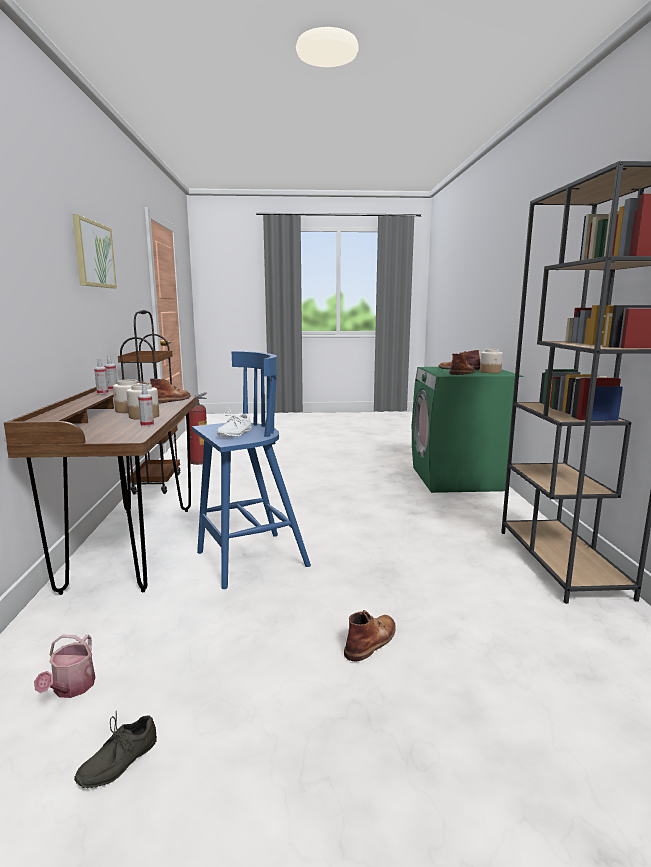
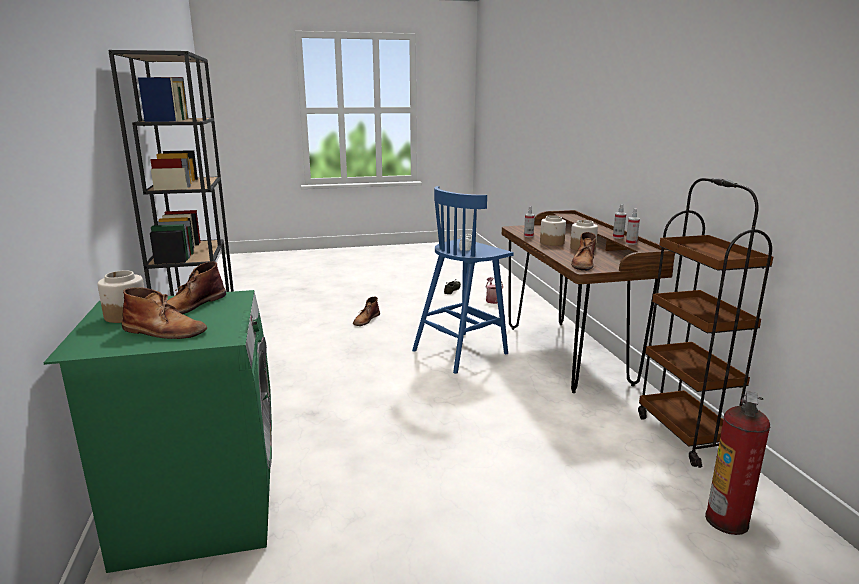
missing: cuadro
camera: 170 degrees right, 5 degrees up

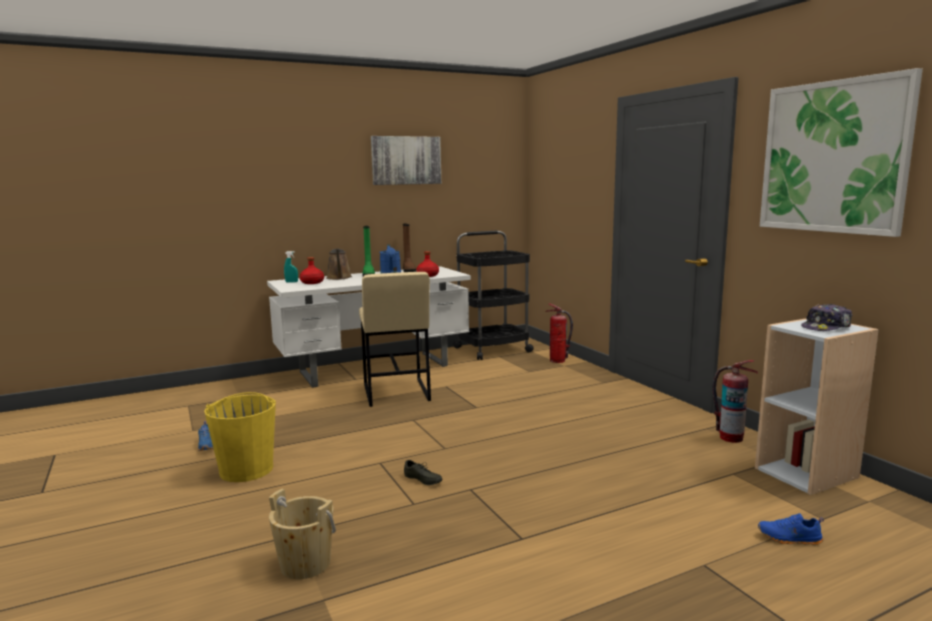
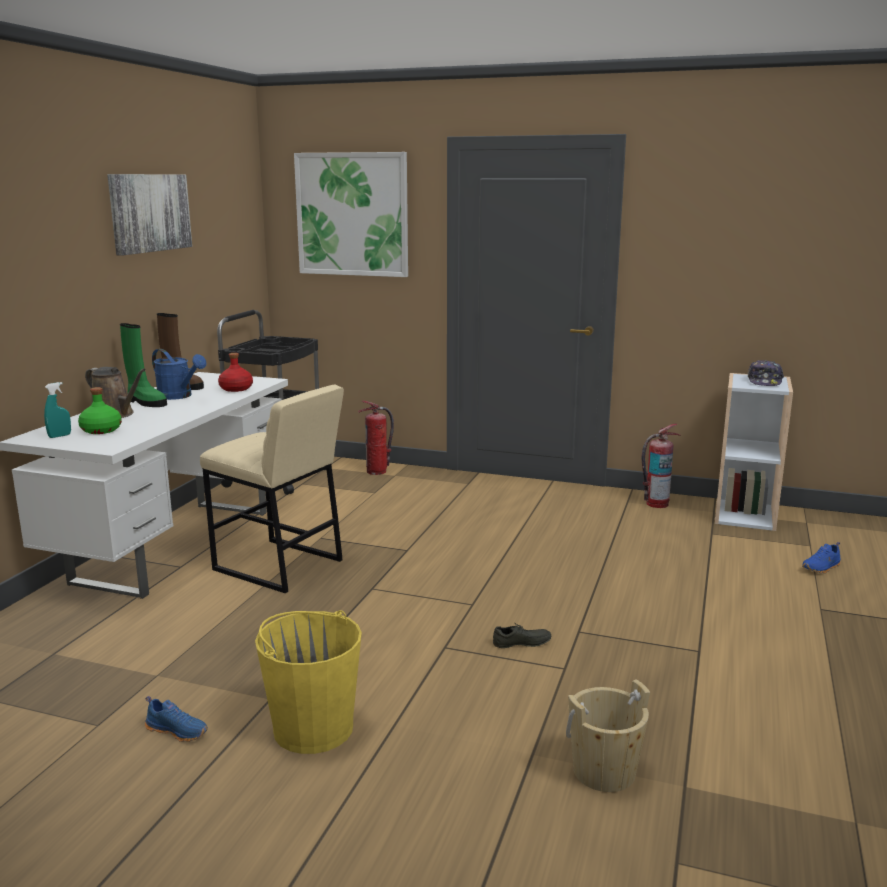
relocated: cuadro (no. 2 from left)
colour: botella [rojo] (no. 1 from left) to botella [verde]
camera: 45 degrees left, 5 degrees up

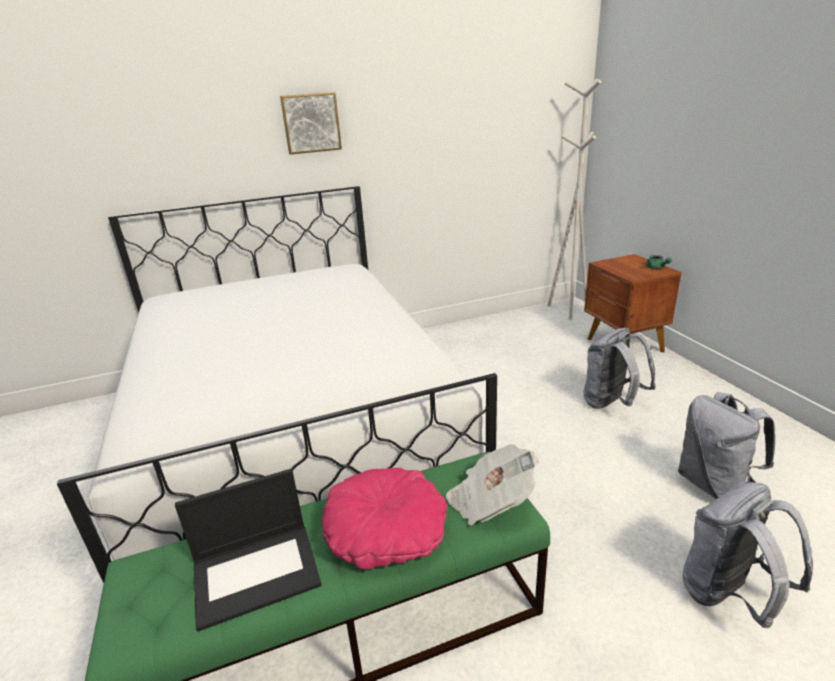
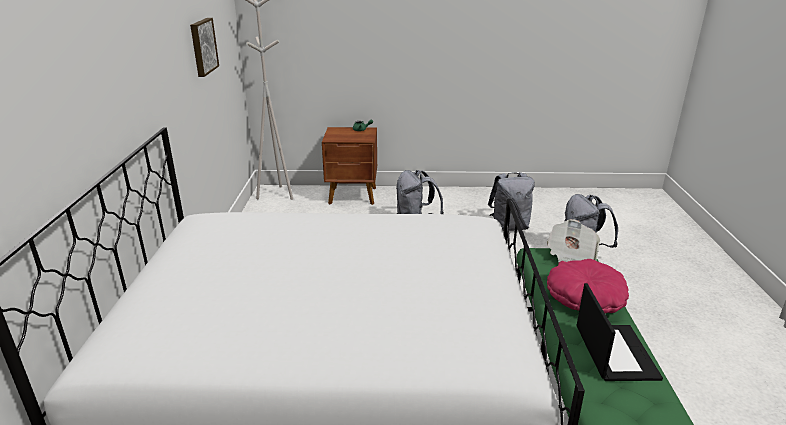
relocated: cuadro
camera: 70 degrees left, 0 degrees up

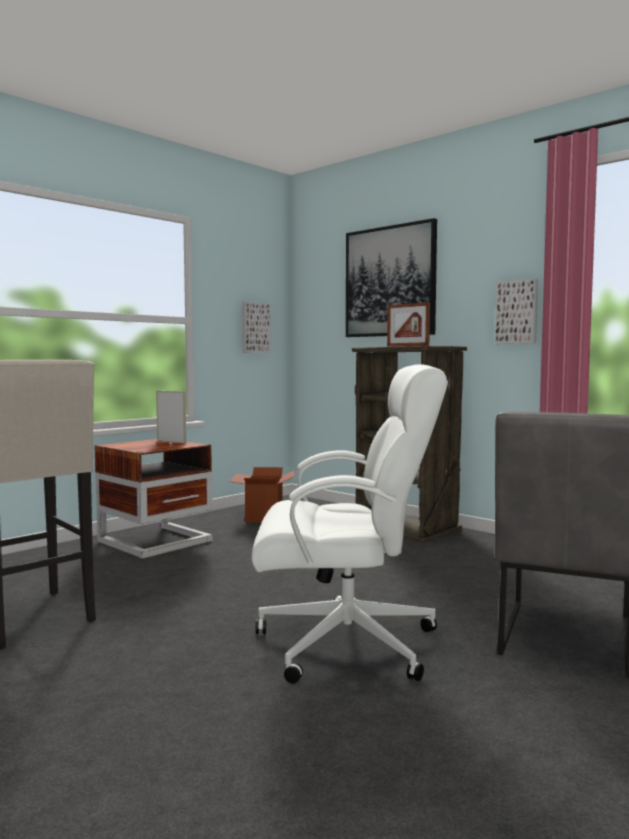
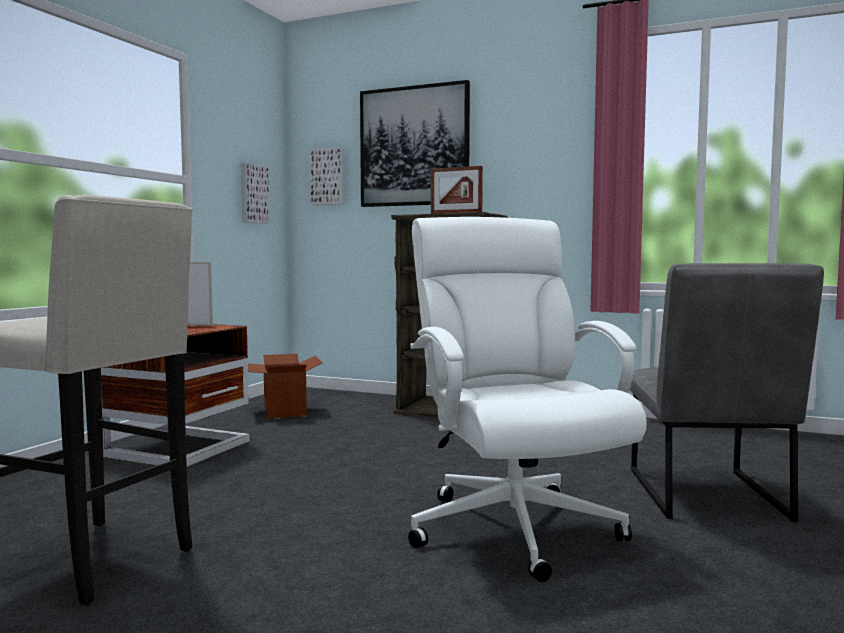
relocated: cuadro (no. 3 from left in the first image) to cuadro (no. 2 from left)
spun: silla de oficina [blanco] 90 degrees counterclockwise
camera: 20 degrees left, 0 degrees up

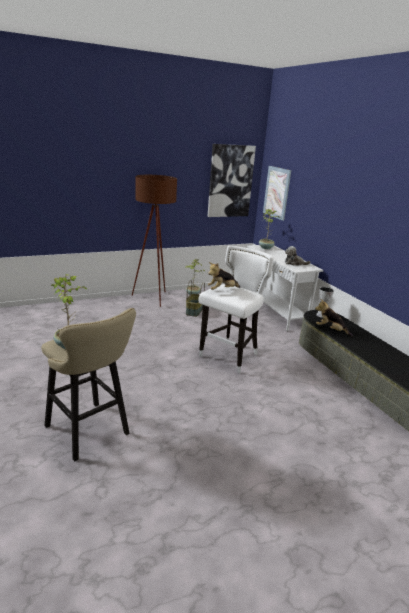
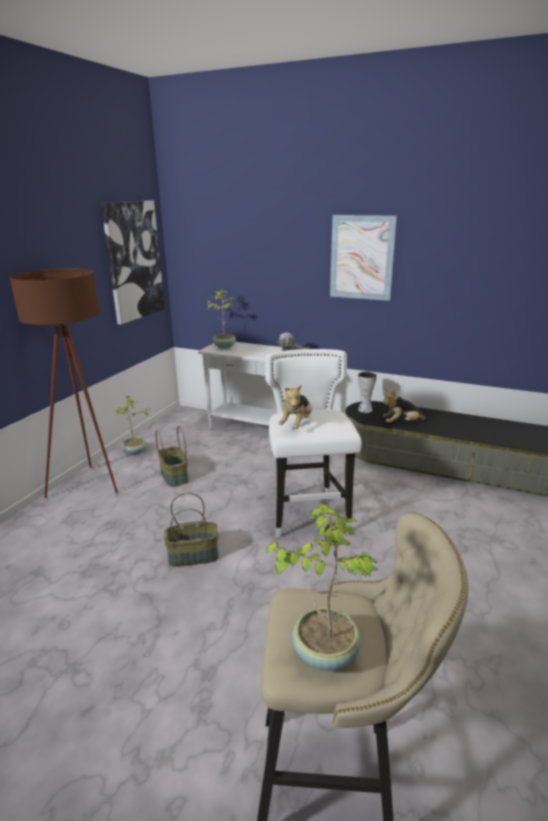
appeared: cesta (no. 2 from left)
relocated: cuadro (no. 2 from left)
camera: 40 degrees left, 0 degrees up

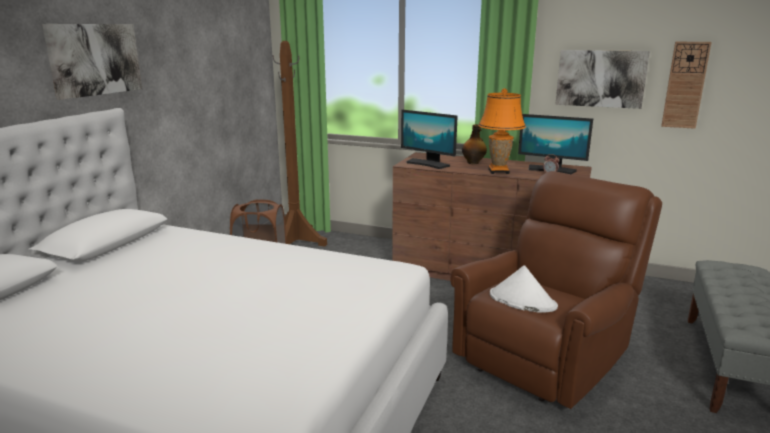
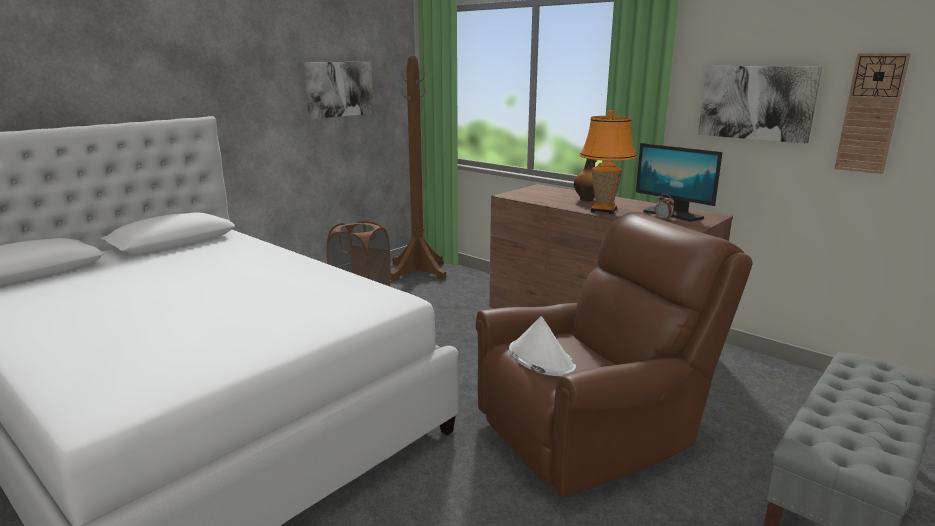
missing: monitor (no. 1 from left)
relocated: cuadro (no. 1 from left)
camera: 20 degrees right, 0 degrees up

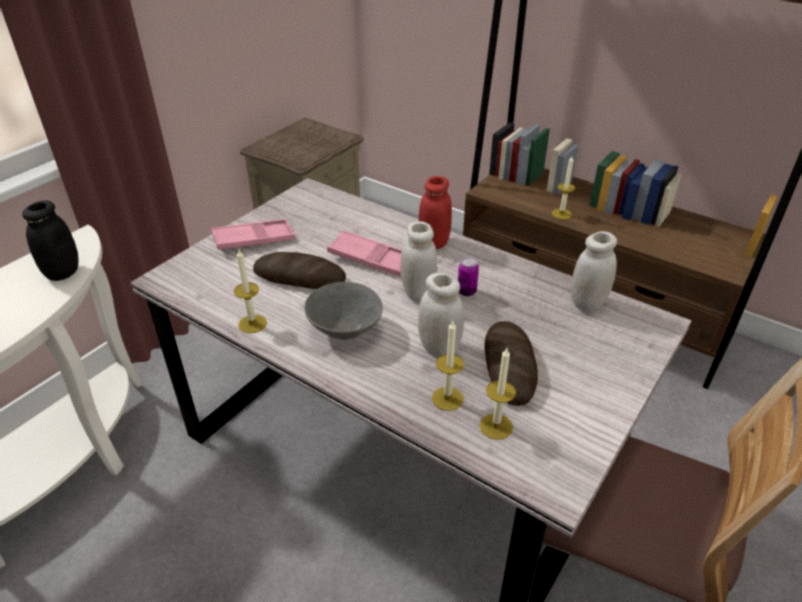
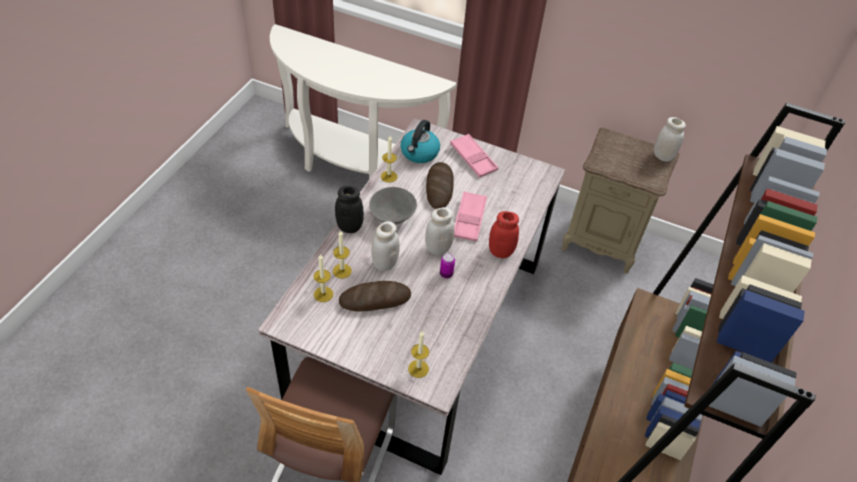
appeared: hervidor
relocated: tarro [negro]; vela (no. 4 from left); tarro [blanco] (no. 3 from left)
camera: 75 degrees right, 10 degrees up

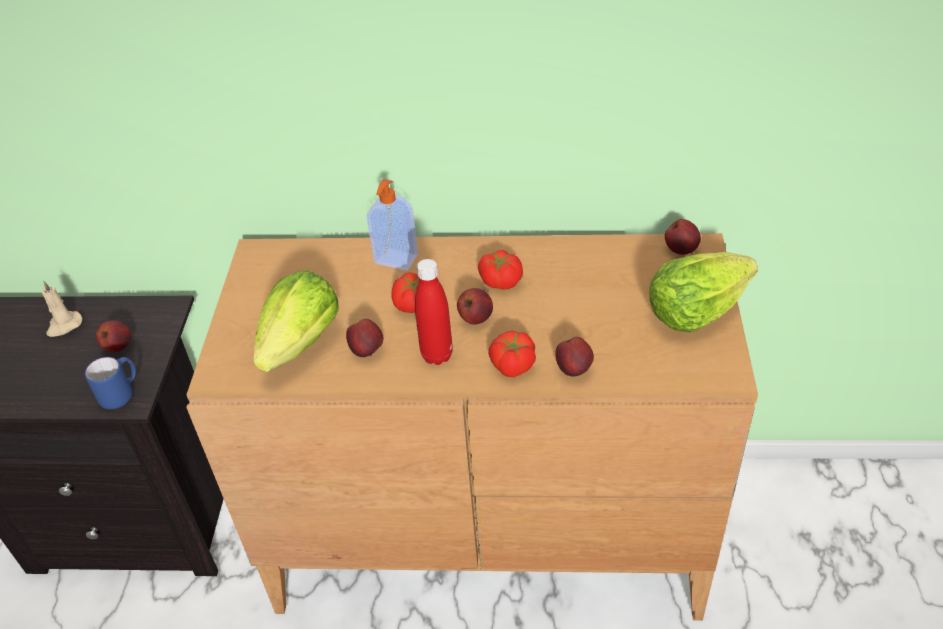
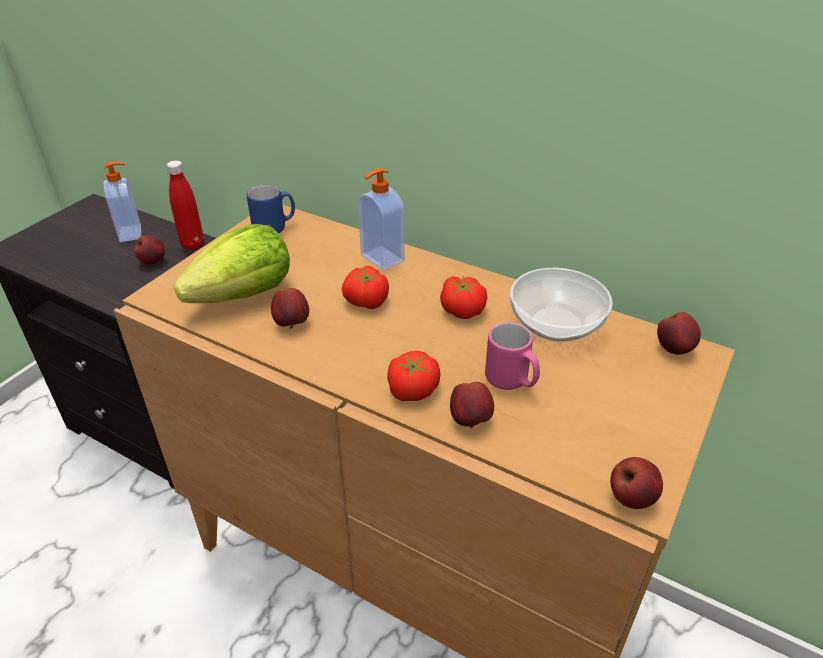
missing: lechuga (no. 2 from left)
appeared: taza grande [rosa]; cuenco
relocated: botella [rojo]; taza grande [azul]; manzana (no. 3 from left in the first image) to manzana (no. 4 from left)
exchanged: vela [beis] to dispensador de jabón (no. 1 from left)
camera: 25 degrees right, 5 degrees down

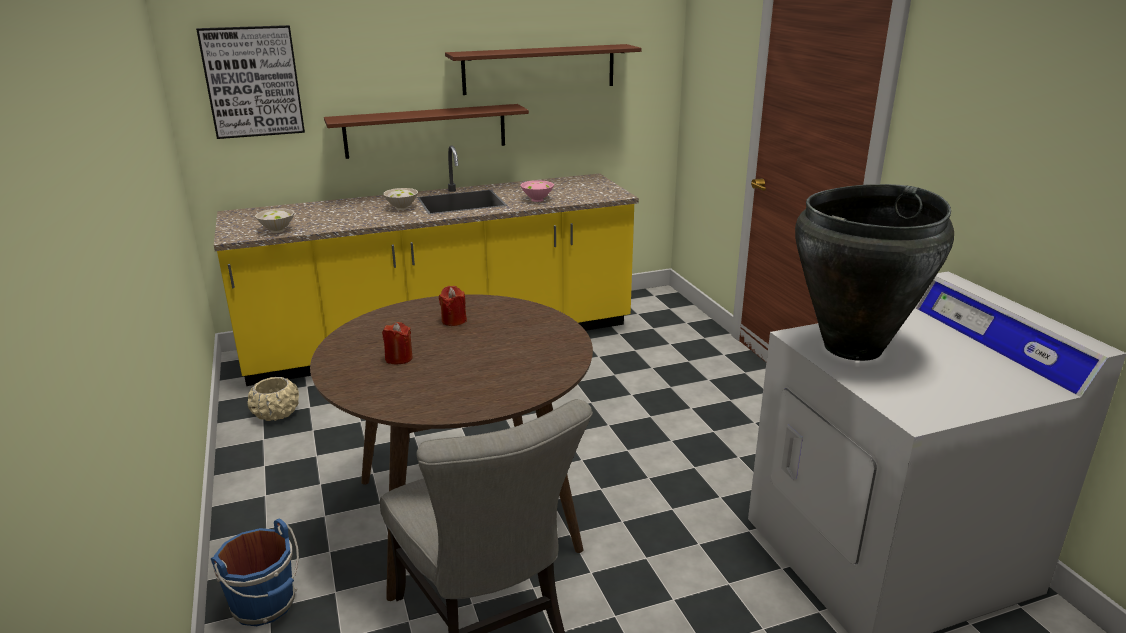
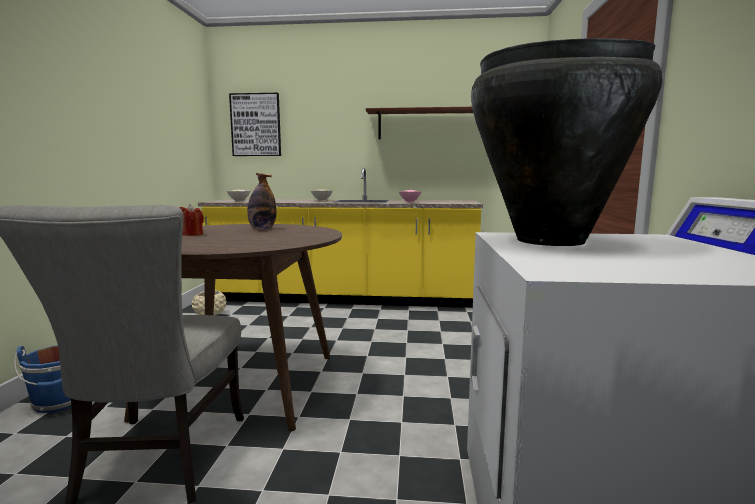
missing: estante [marrón] (no. 1 from left)
exchanged: vela [rojo] (no. 2 from left) to botella
camera: 25 degrees right, 15 degrees down

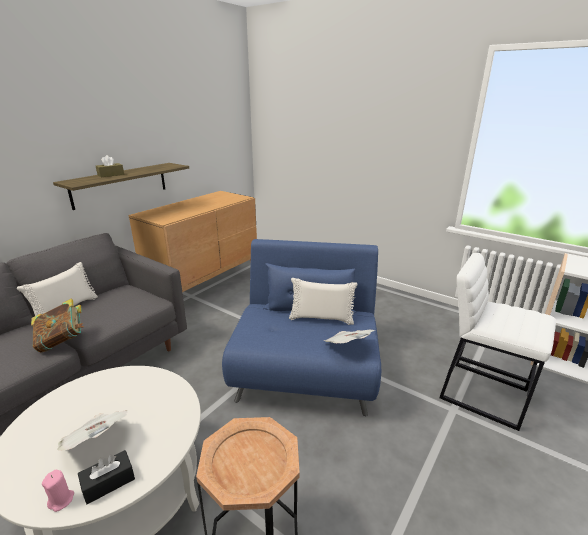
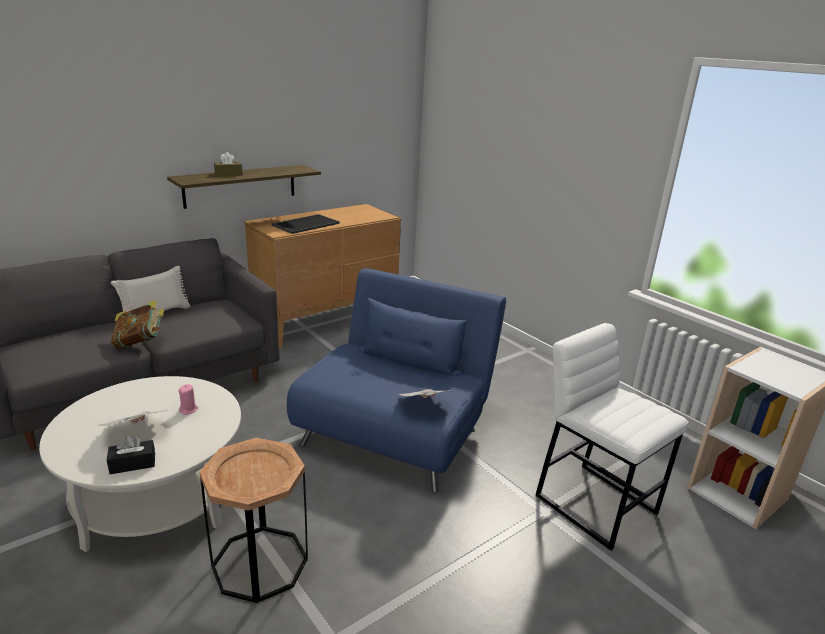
missing: cojín [blanco] (no. 2 from left)
appeared: bandeja
relocated: vela [rosa]
camera: 15 degrees right, 0 degrees up

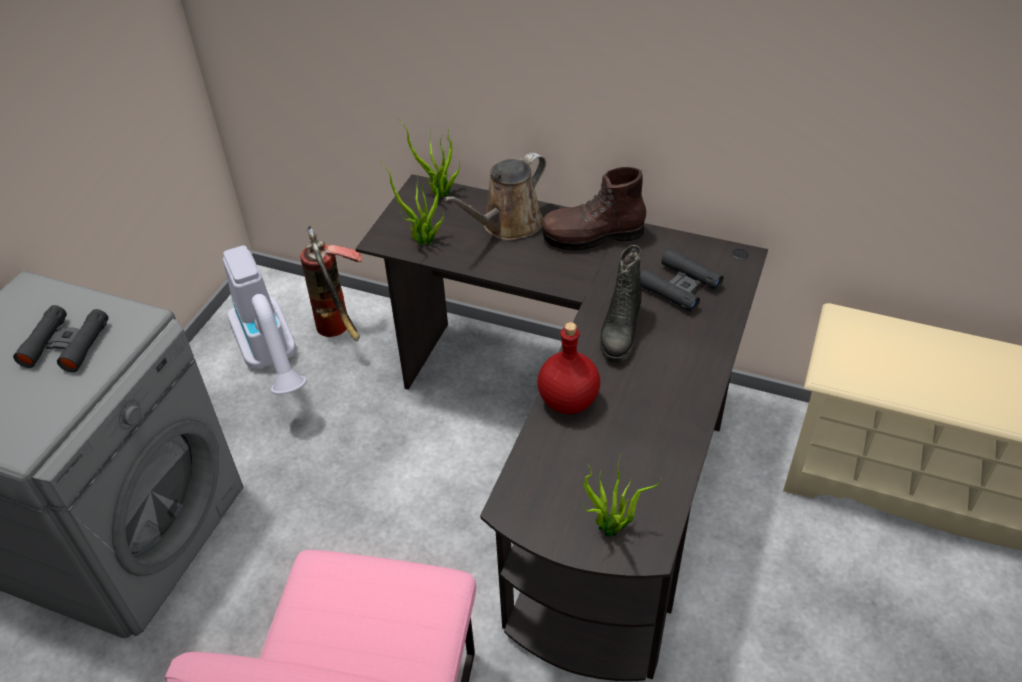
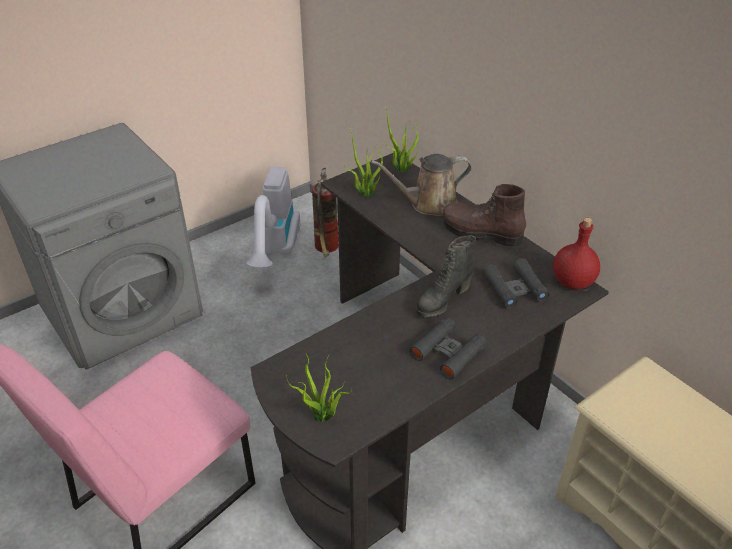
relocated: prismáticos [negro] (no. 1 from left); botella [rojo]
camera: 30 degrees right, 5 degrees down

